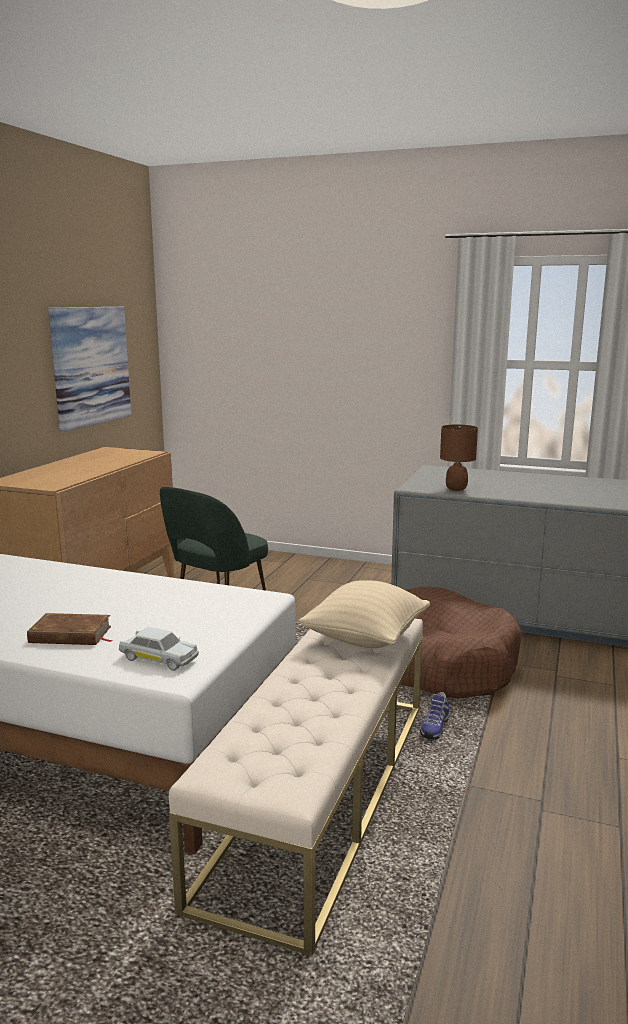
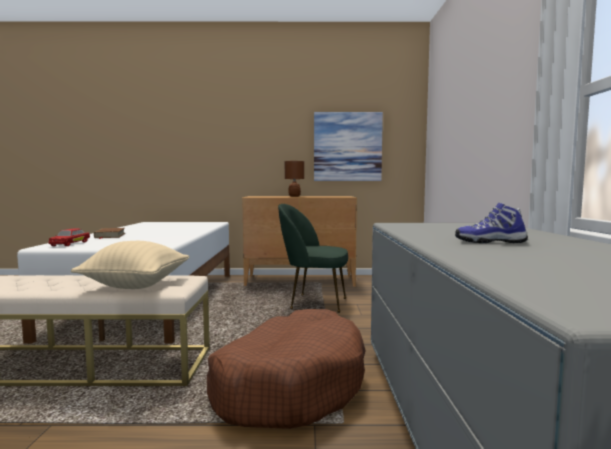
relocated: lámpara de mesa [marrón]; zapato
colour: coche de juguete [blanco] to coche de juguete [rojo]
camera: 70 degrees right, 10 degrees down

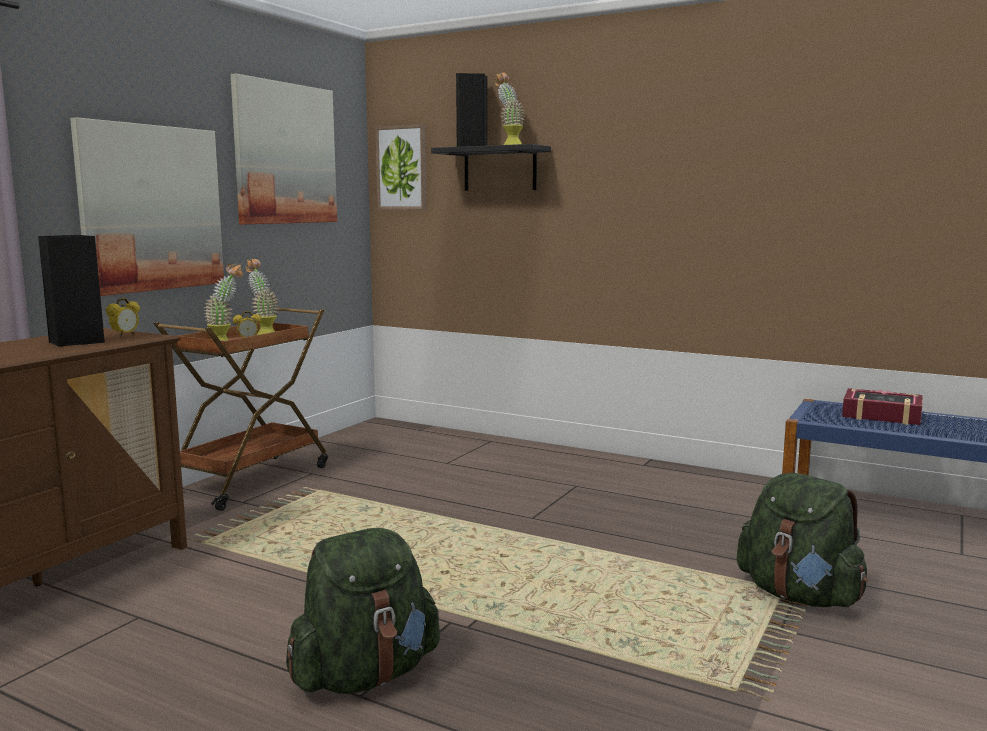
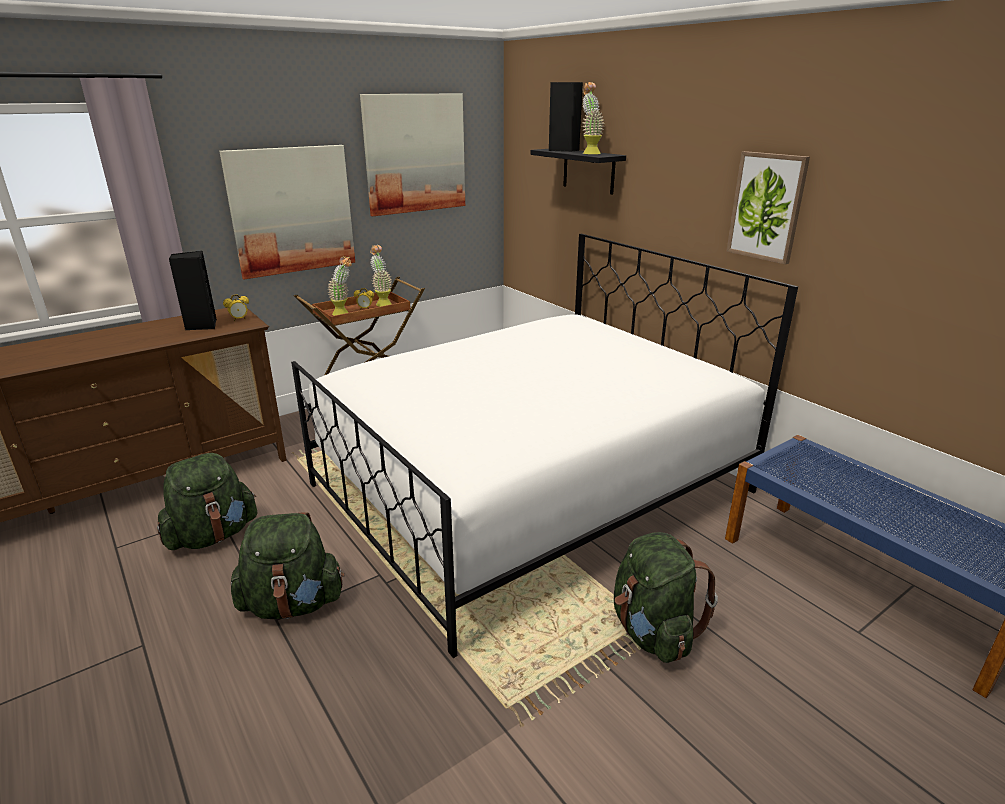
missing: libro
appeared: mochila [verde] (no. 1 from left); cama [blanco]
relocated: cuadro (no. 3 from left)
camera: 25 degrees right, 15 degrees up

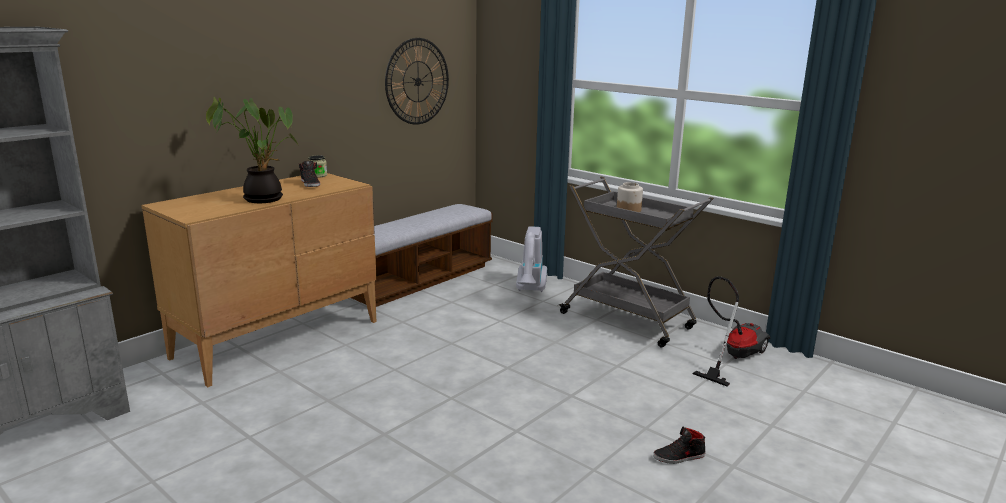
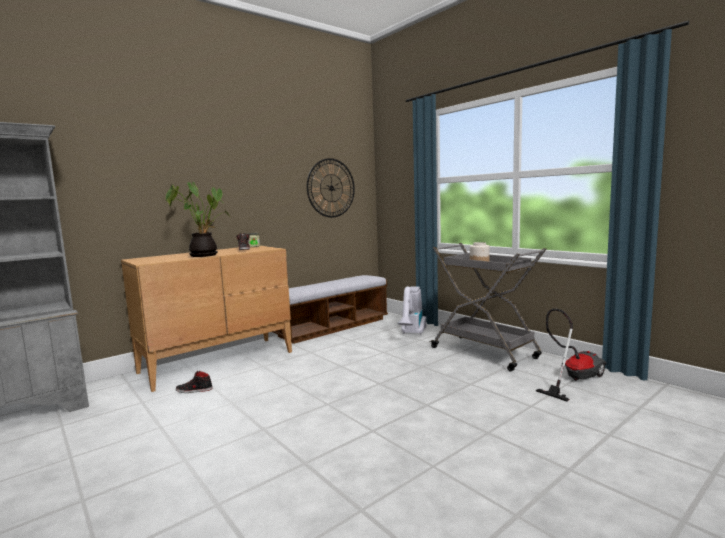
relocated: zapato [negro] (no. 2 from left in the first image) to zapato [negro] (no. 1 from left)
camera: 10 degrees right, 10 degrees down

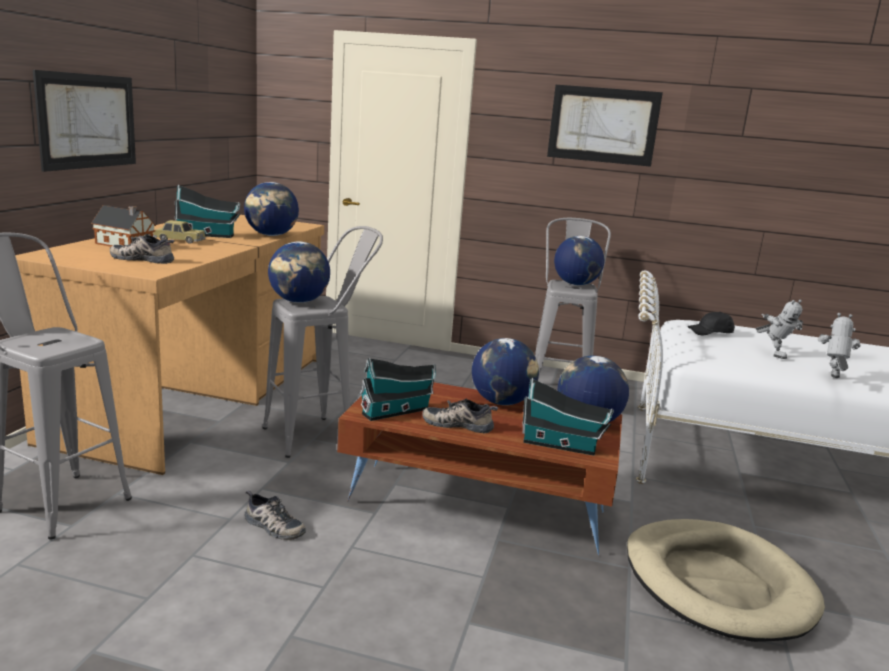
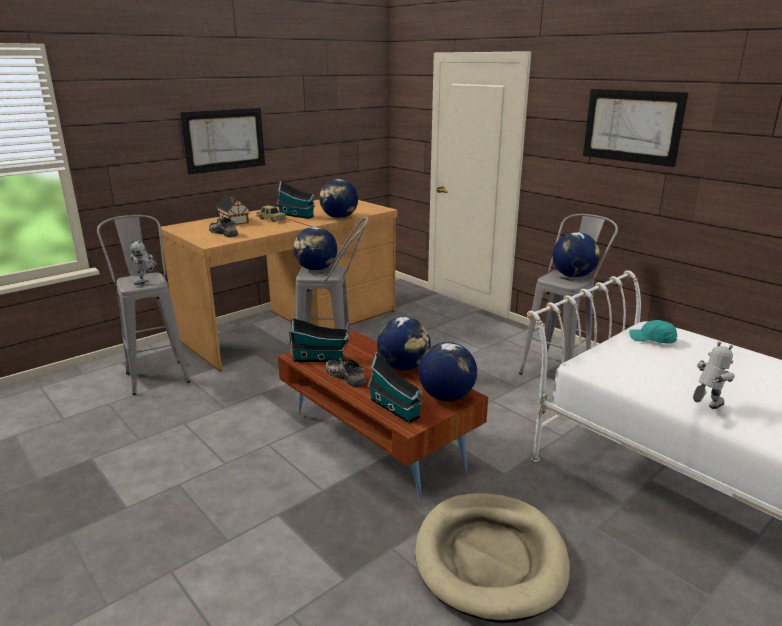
missing: zapato (no. 2 from left)
relocated: robot de juguete (no. 1 from left)
colour: gorra [negro] to gorra [turquesa]
camera: 35 degrees right, 5 degrees up

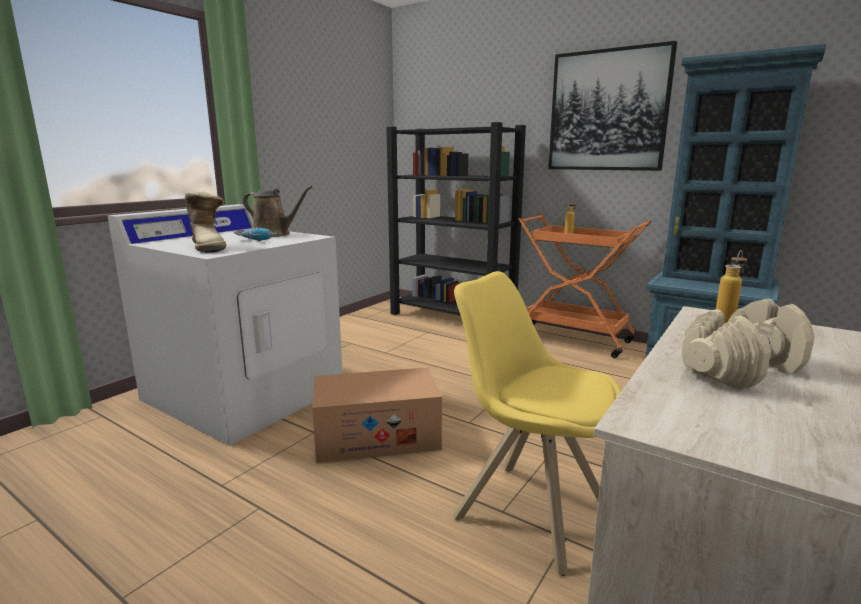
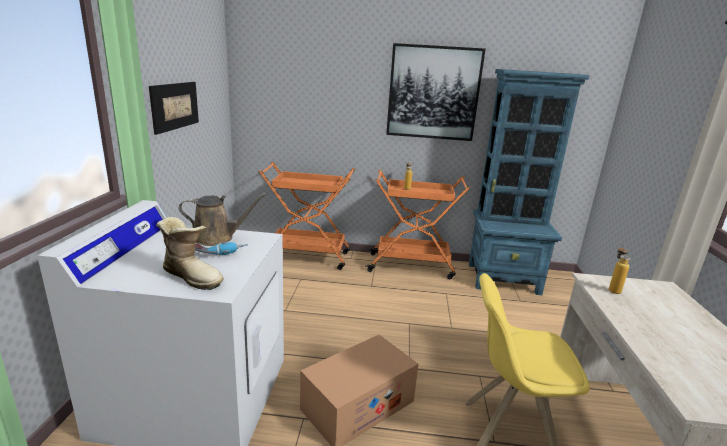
missing: mancuerna [beis]
appeared: cuadro (no. 1 from left)
exchanged: estantería [negro] to carrito [naranja] (no. 1 from left)
camera: 30 degrees left, 5 degrees up

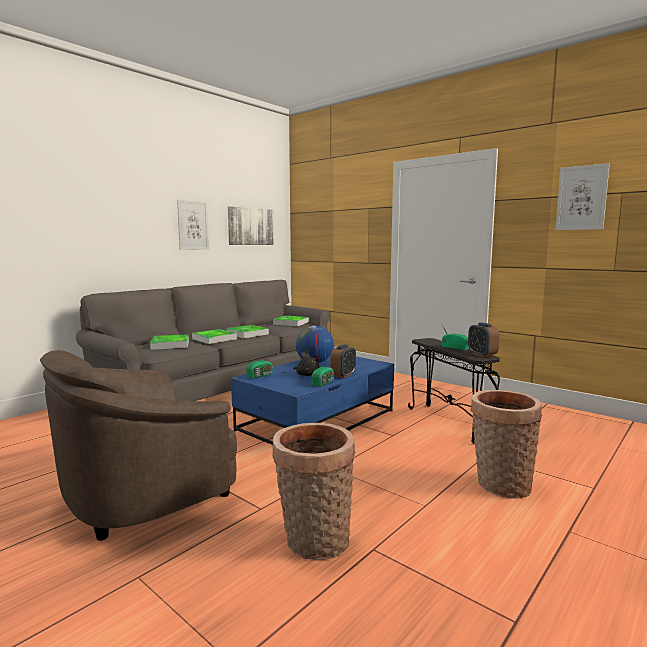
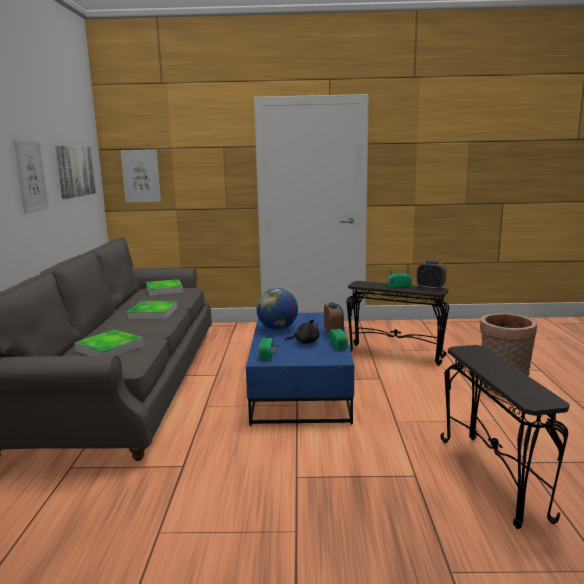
missing: sillón [marrón]; bandeja (no. 2 from left)
relocated: cuadro (no. 3 from left)
exchanged: cesta (no. 1 from left) to mesa auxiliar [negro] (no. 2 from left)
camera: 40 degrees left, 5 degrees up

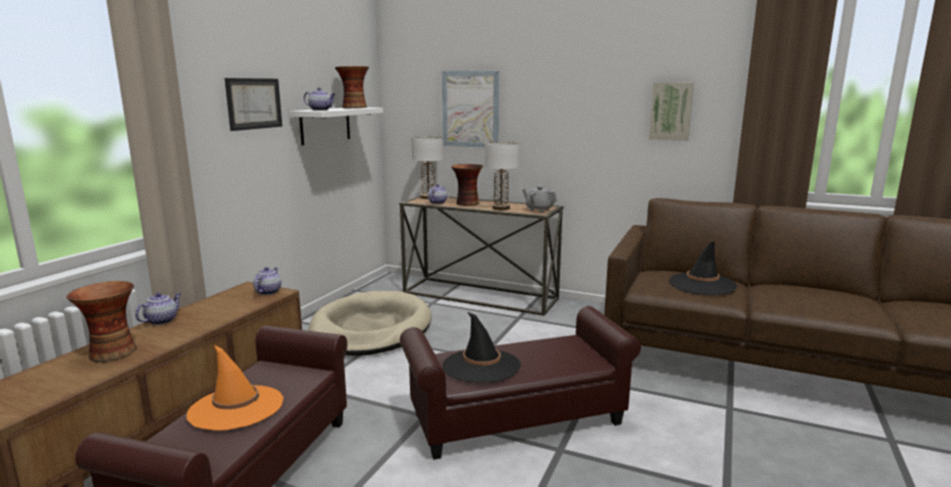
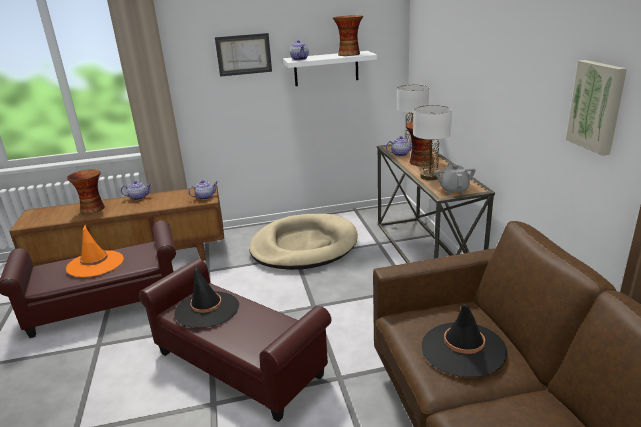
missing: cuadro (no. 2 from left)
camera: 55 degrees right, 10 degrees up

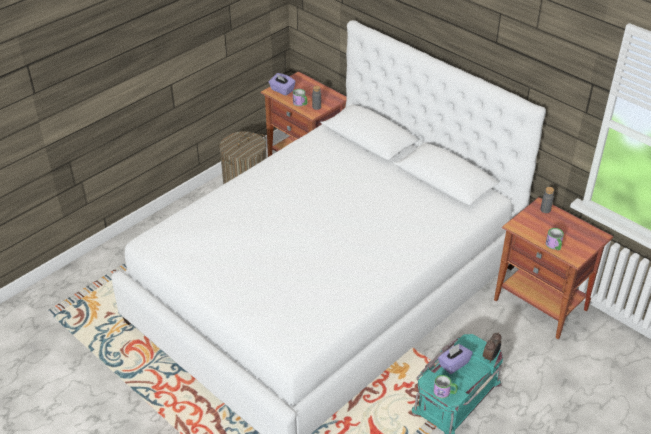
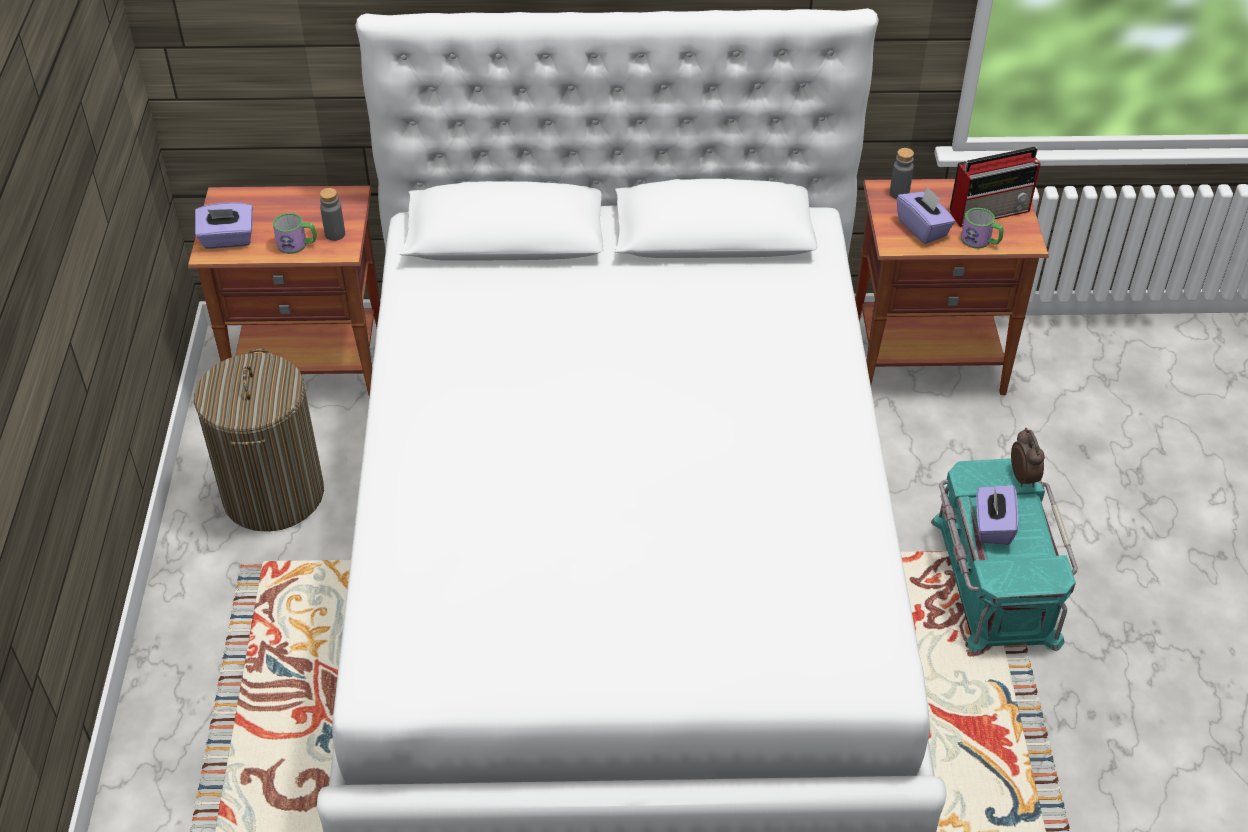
missing: taza grande (no. 2 from left)
appeared: caja de pañuelos [morado] (no. 2 from left); radio
camera: 45 degrees left, 5 degrees up

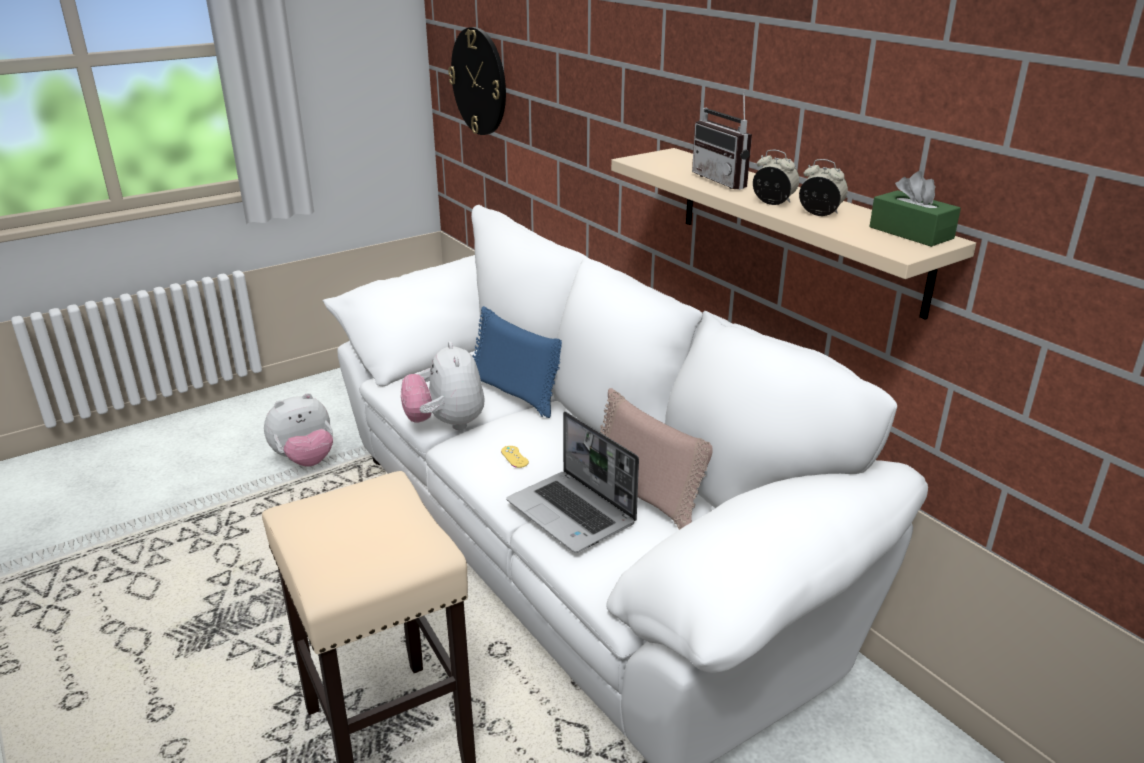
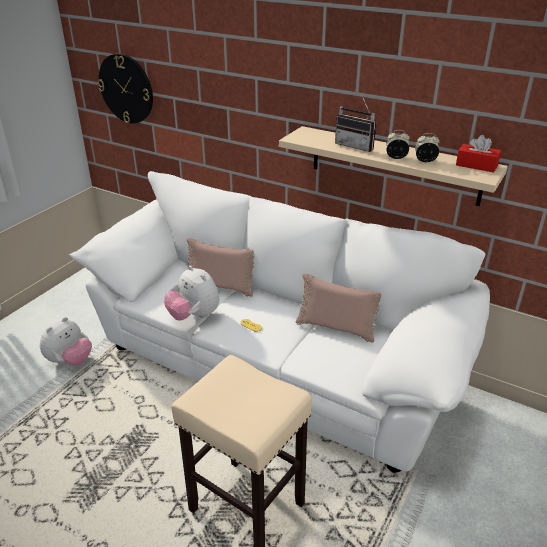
missing: portátil
colour: cojín [azul] to cojín [beis] (no. 1 from left); caja de pañuelos [verde] to caja de pañuelos [rojo]
camera: 25 degrees left, 5 degrees up

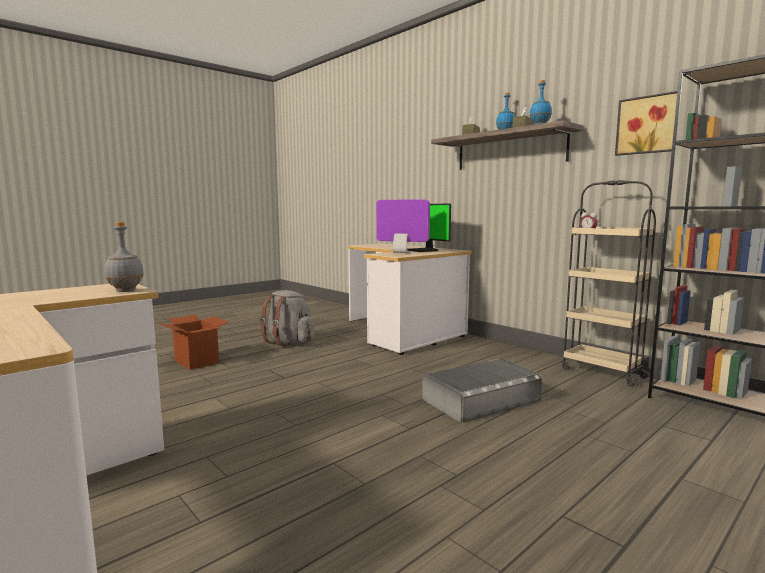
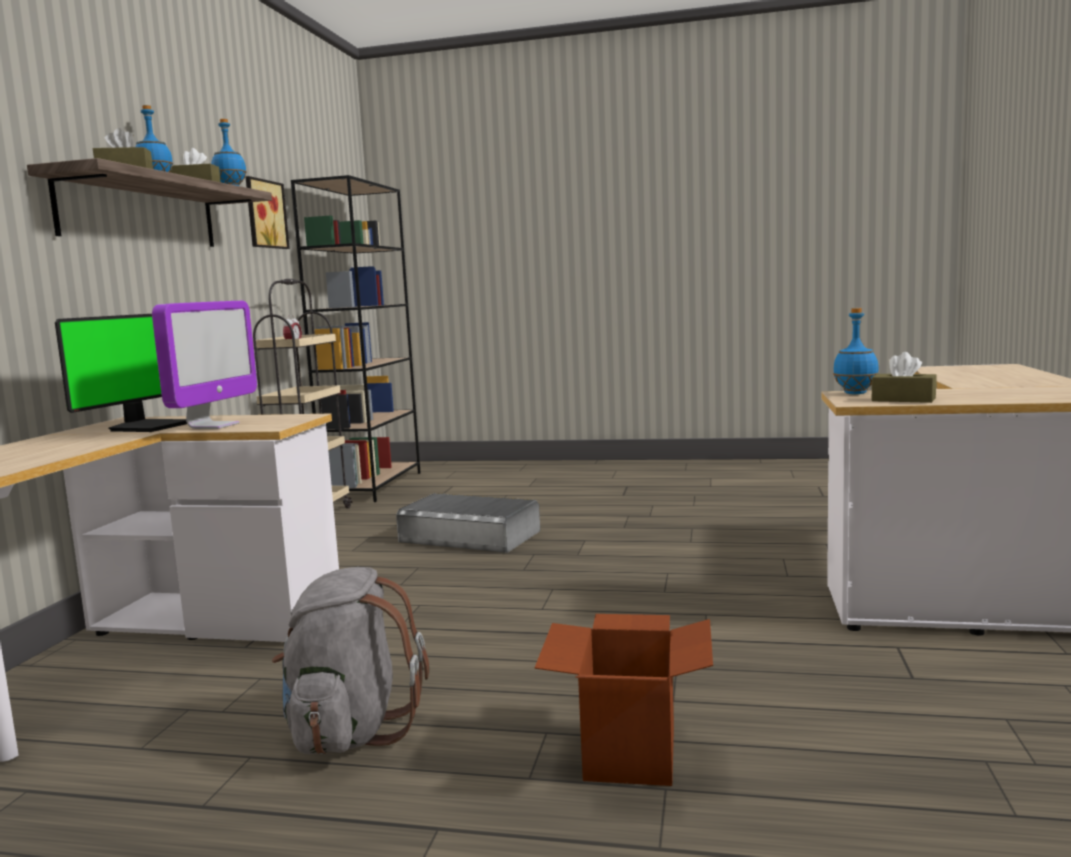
appeared: caja de pañuelos [marrón] (no. 3 from left)
colour: botella [gris] to botella [azul] (no. 3 from left)
spun: monitor (no. 1 from left in the first image) 150 degrees counterclockwise
camera: 125 degrees left, 0 degrees up

